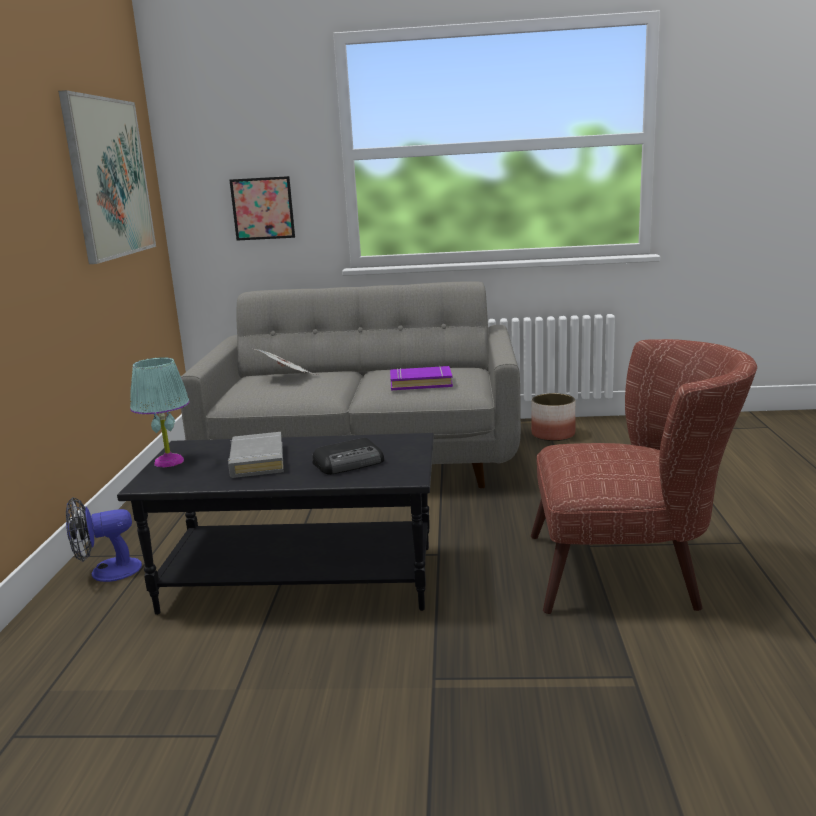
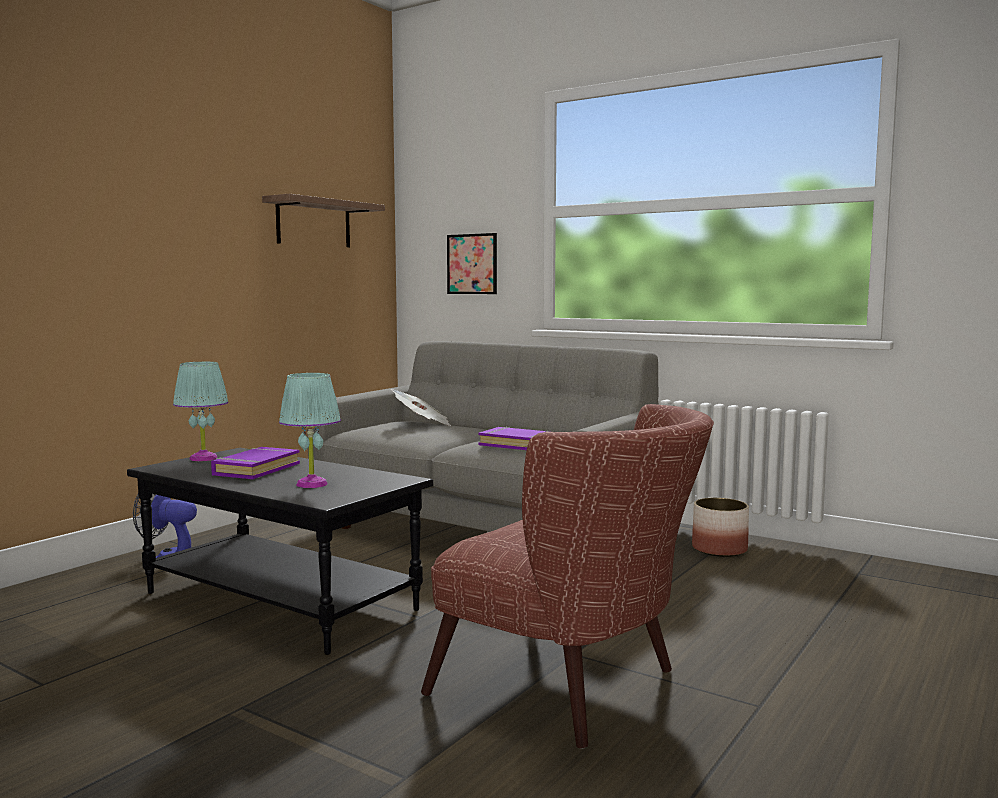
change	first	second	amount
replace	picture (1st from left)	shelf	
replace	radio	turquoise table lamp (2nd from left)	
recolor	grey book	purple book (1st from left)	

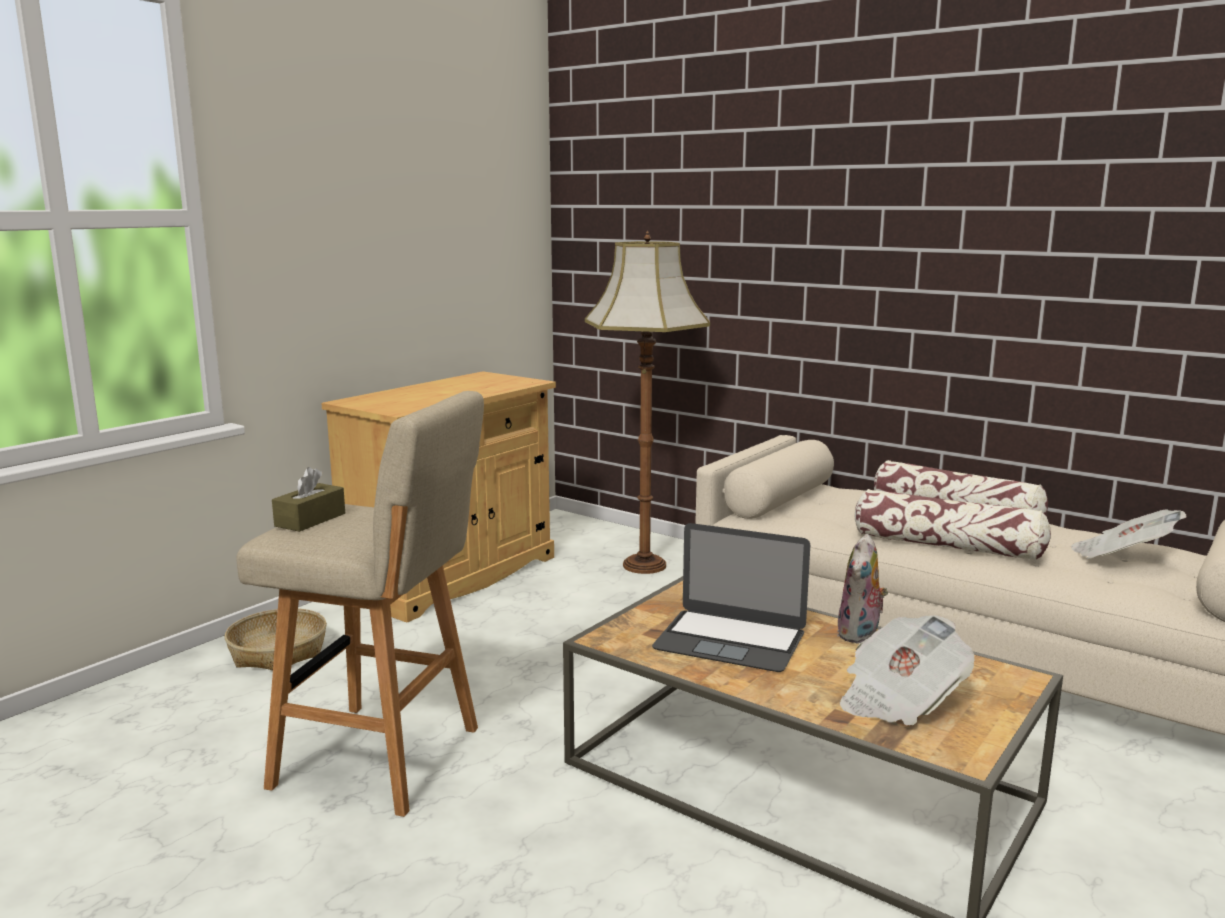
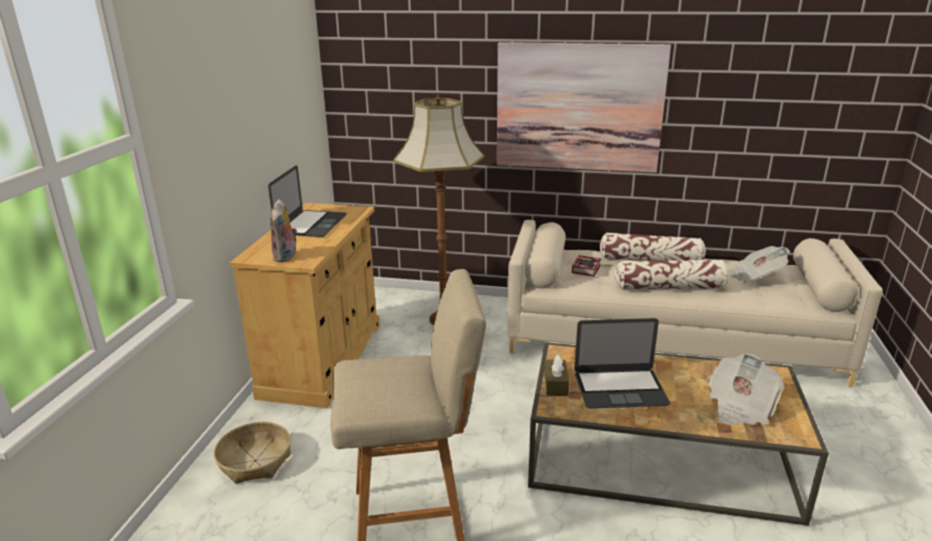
change	first	second	amount
insert		laptop (1st from left)	
insert		picture	
insert		book	
move	brown tissue box		
move	plush toy		

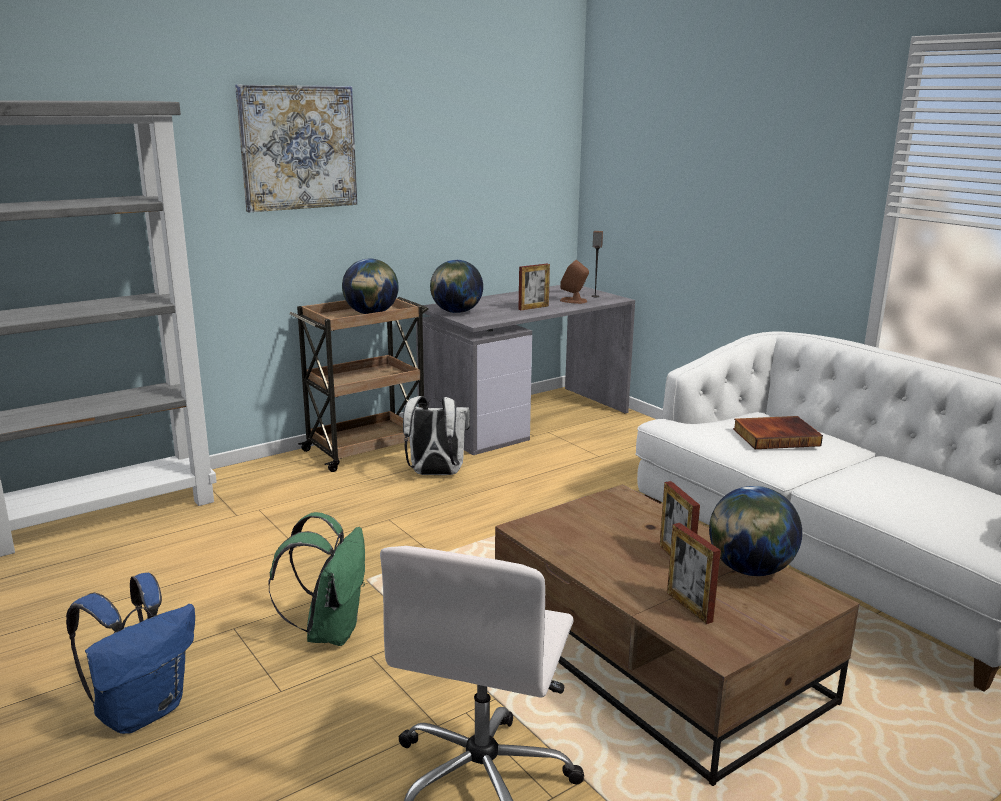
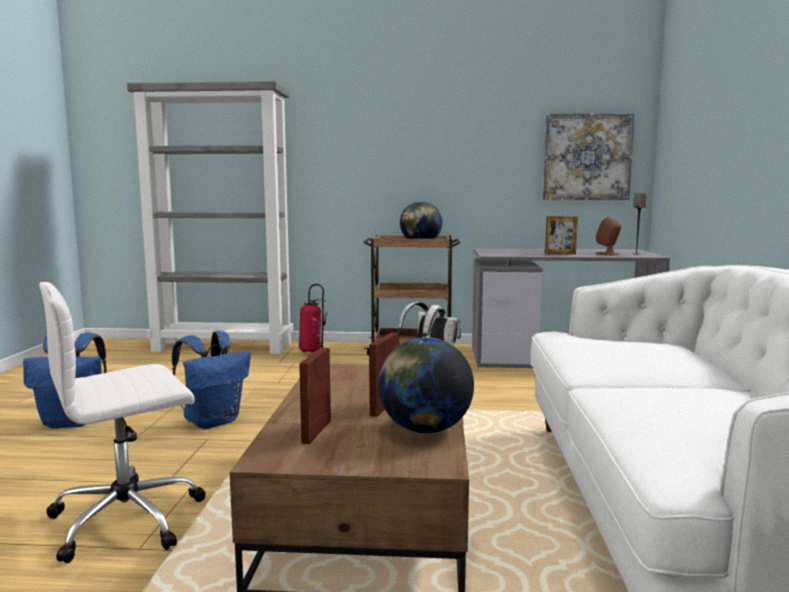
change	first	second	amount
delete	globe (2nd from left)		
delete	book		
insert		fire extinguisher	
move	picture		
recolor	green backpack	blue backpack (2nd from left)	

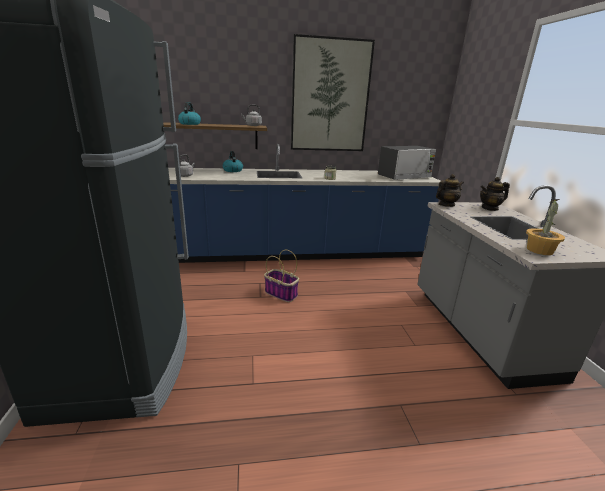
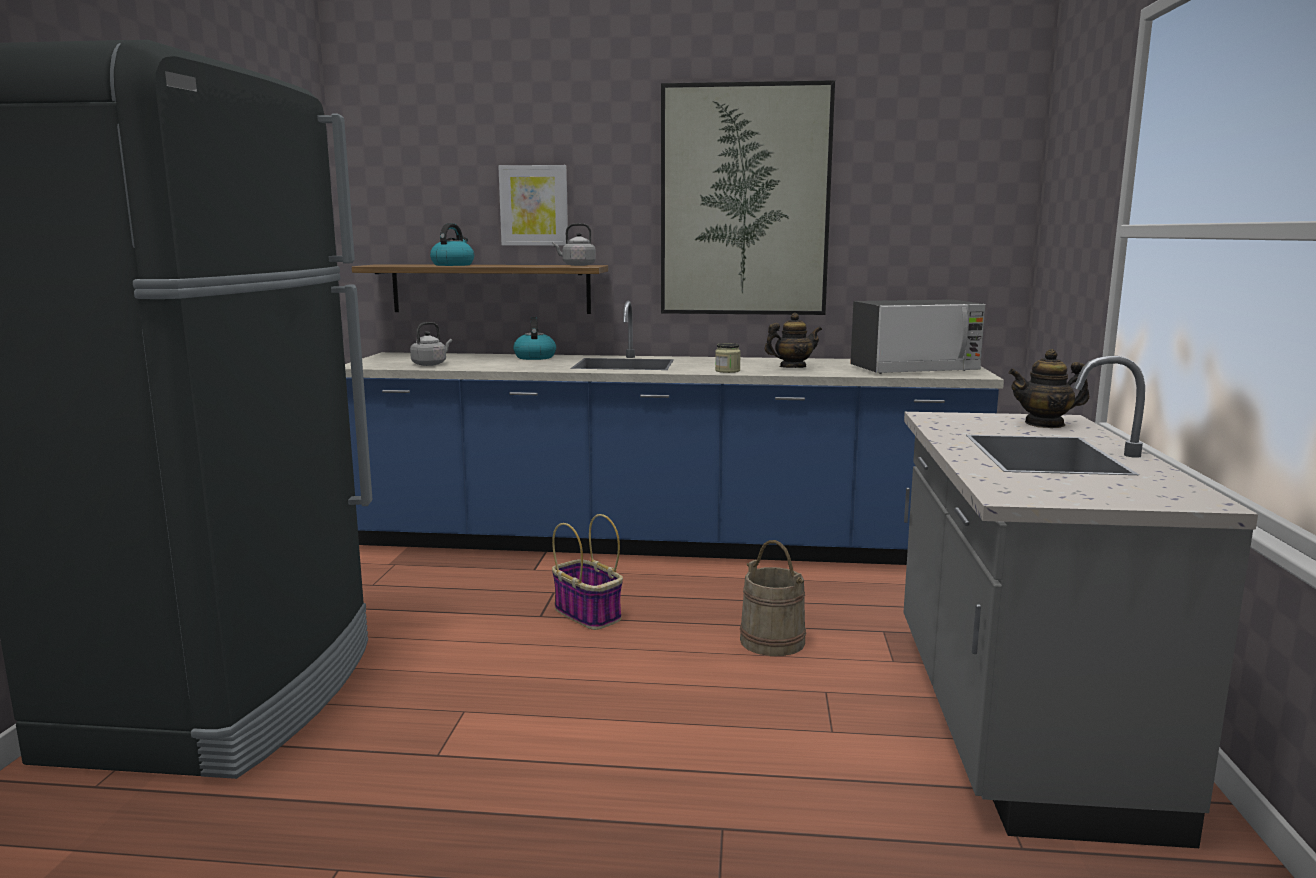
change	first	second	amount
delete	potted plant		
insert		picture (1st from left)	
insert		beige bucket	
move	teapot (1st from left)		

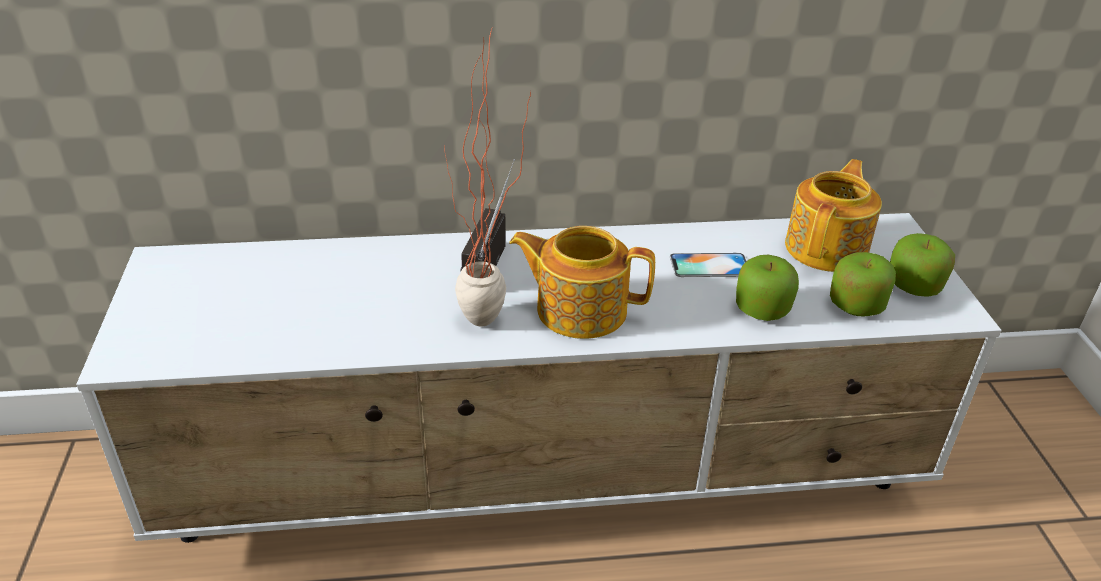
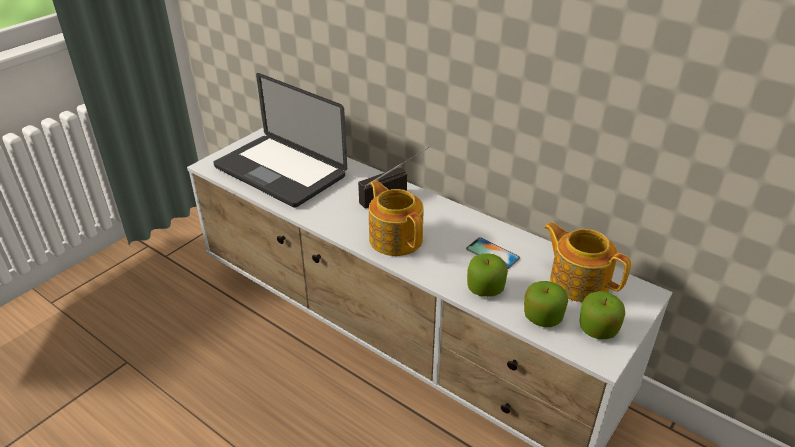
change	first	second	amount
delete	potted plant		
insert		laptop	
rotate	teapot (2nd from left)		120 degrees counterclockwise

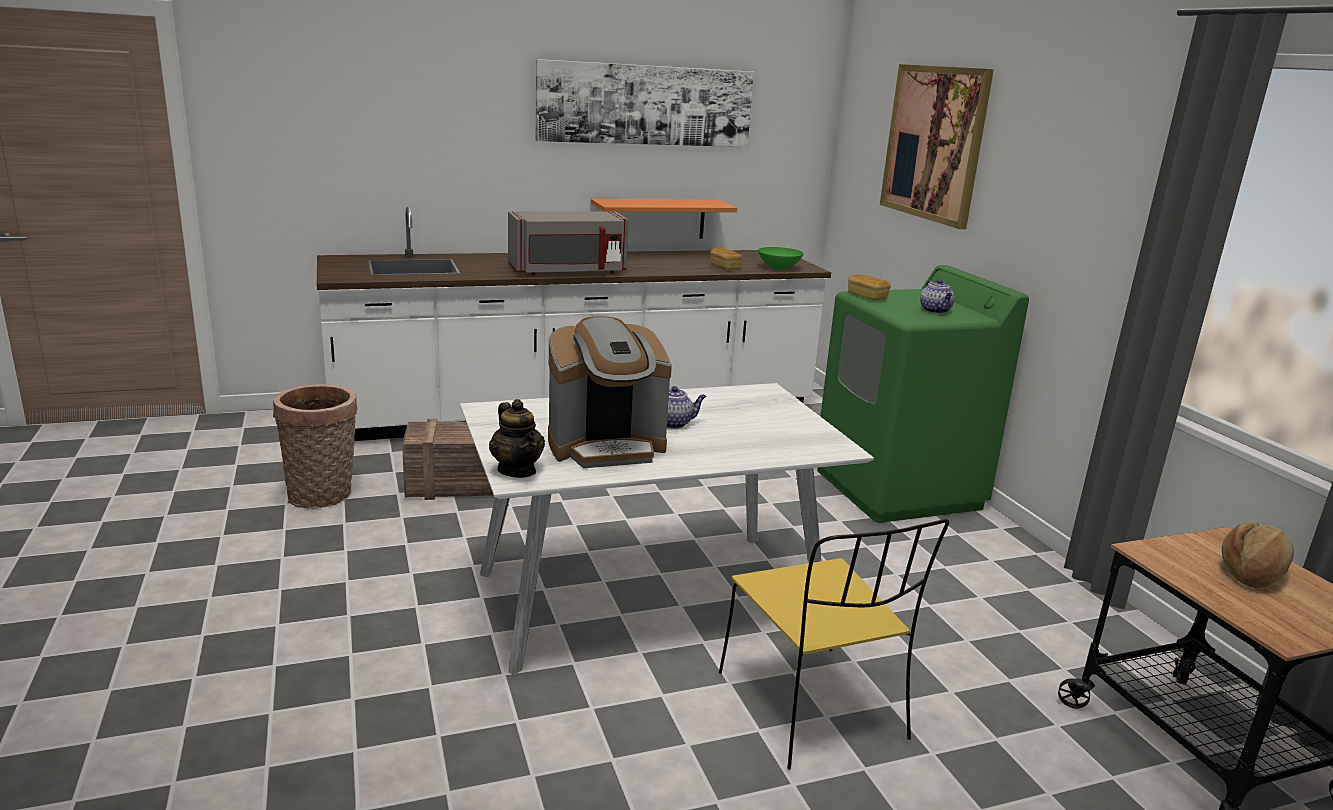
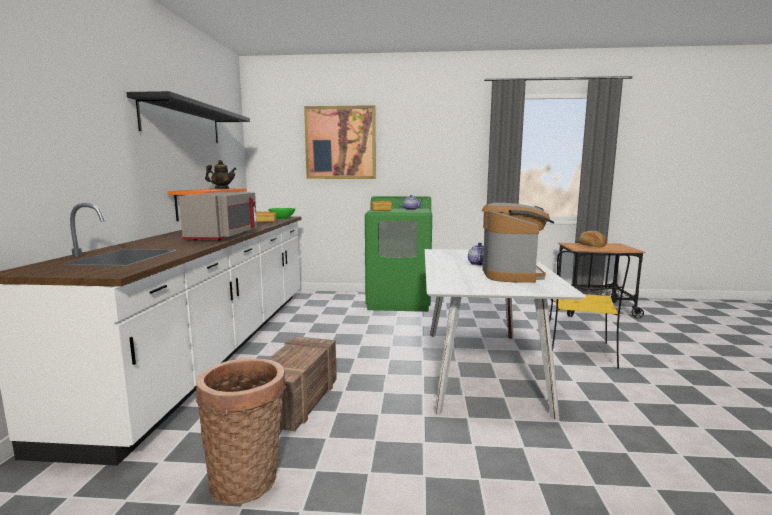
change	first	second	amount
move	teapot (1st from left)		
replace	picture (1st from left)	black shelf	
rotate	yellow chair		105 degrees clockwise

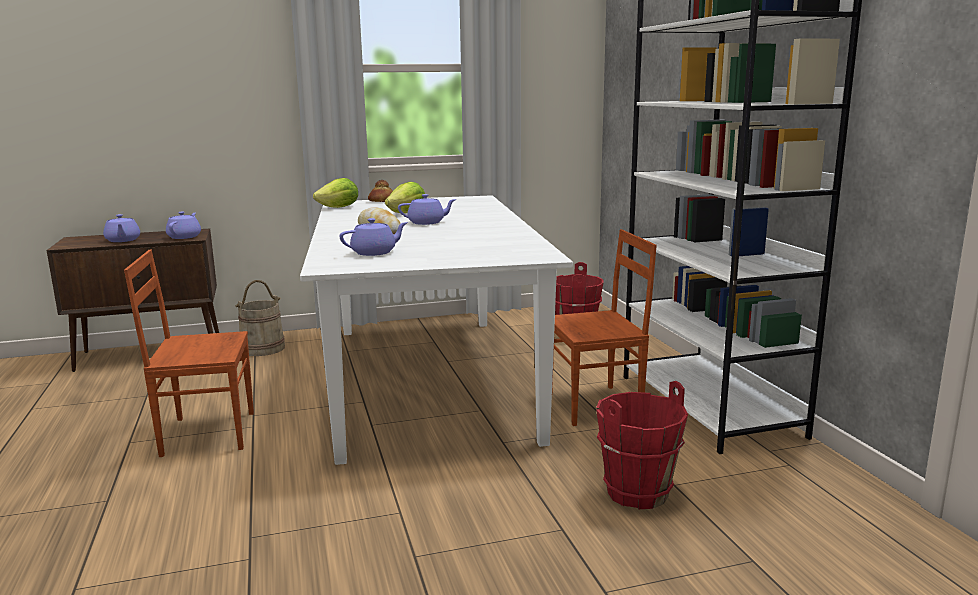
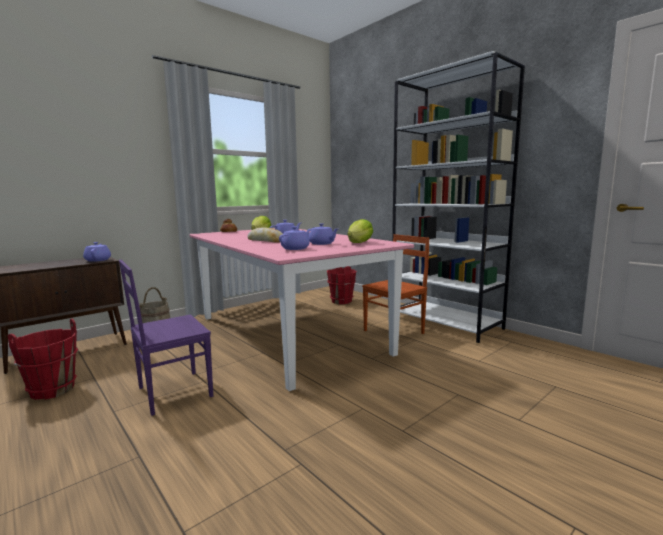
change	first	second	amount
move	purple teapot (1st from left in the first image)	purple teapot (4th from left)	
move	lettuce (1st from left in the first image)	lettuce (2nd from left)	
move	red bucket (2nd from left in the first image)	red bucket (1st from left)	
recolor	brown chair (1st from left)	purple chair	
recolor	white dining table	pink dining table	

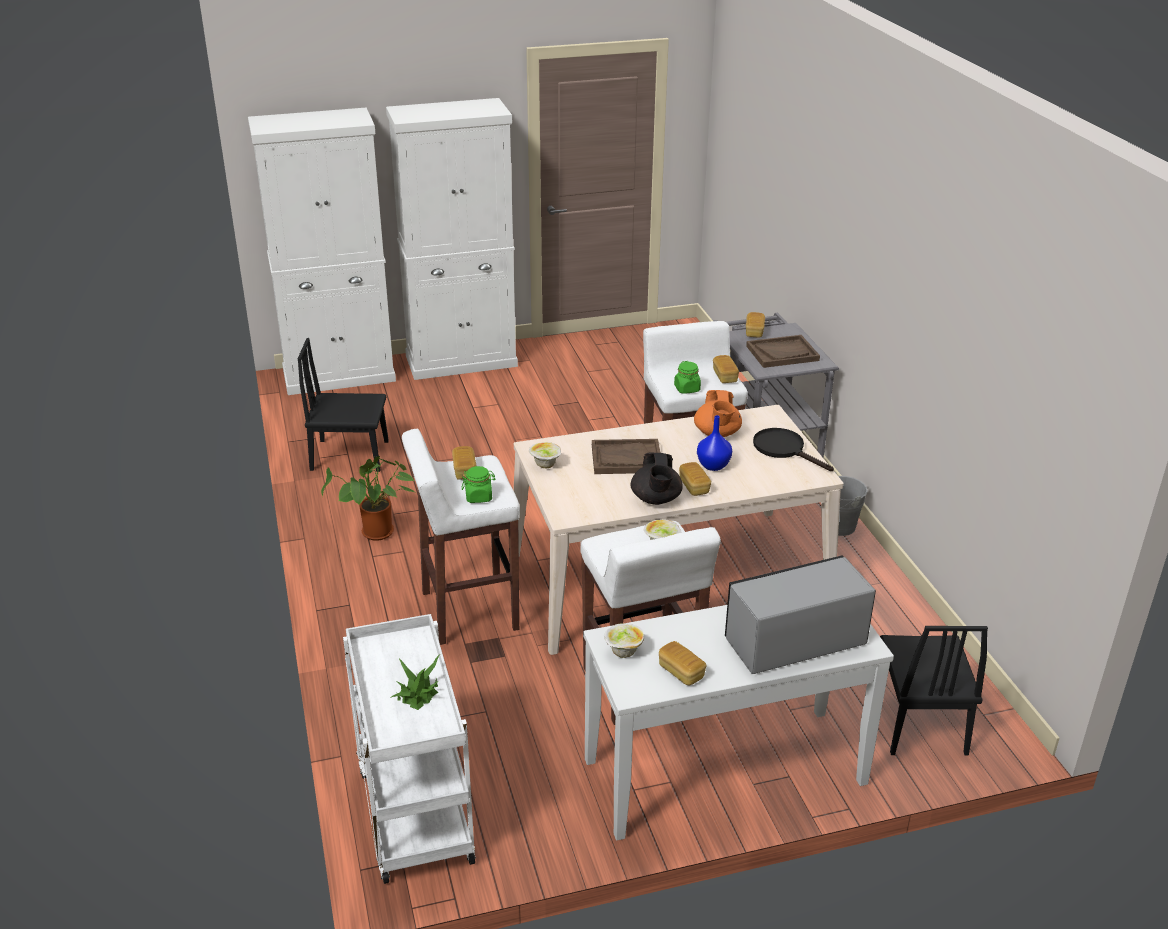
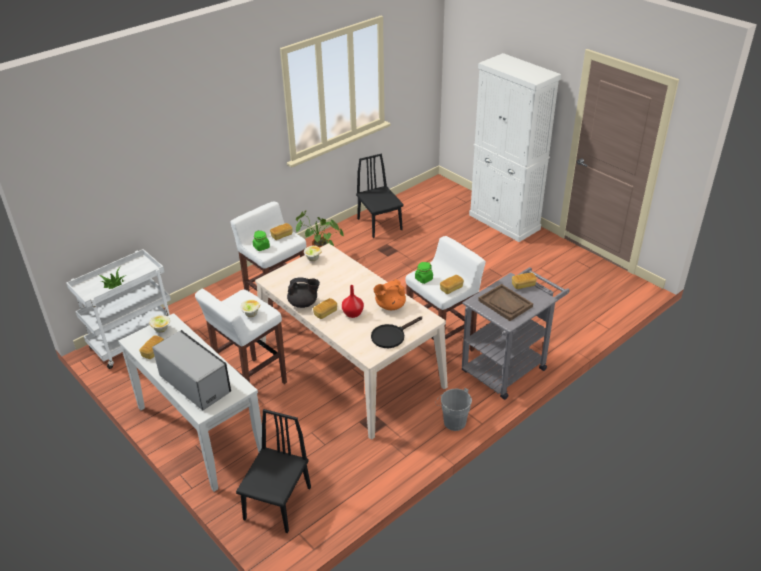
change	first	second	amount
delete	white cabinet (1st from left)		
delete	brown tray (1st from left)		
recolor	blue vase	red vase	
rotate	black teapot		150 degrees counterclockwise
rotate	black frying pan		150 degrees counterclockwise
rotate	black chair (2nd from left in the first image)	black chair (1st from left)	135 degrees clockwise

